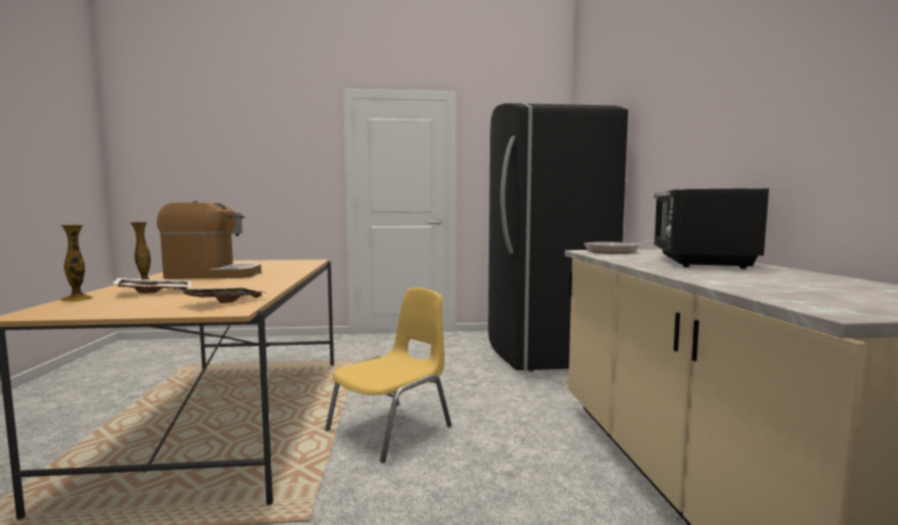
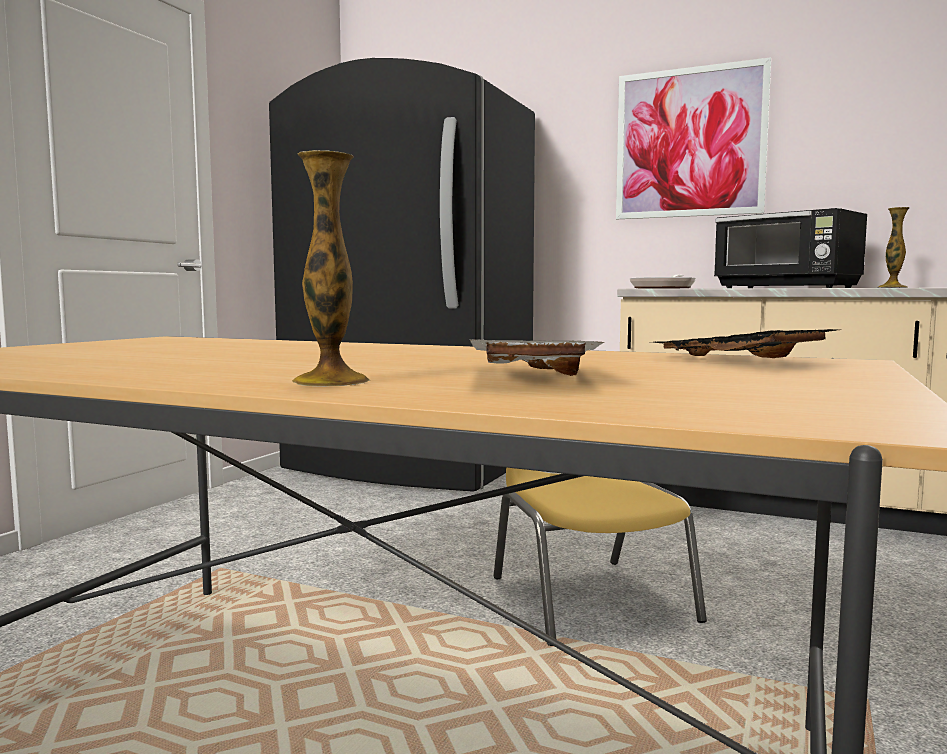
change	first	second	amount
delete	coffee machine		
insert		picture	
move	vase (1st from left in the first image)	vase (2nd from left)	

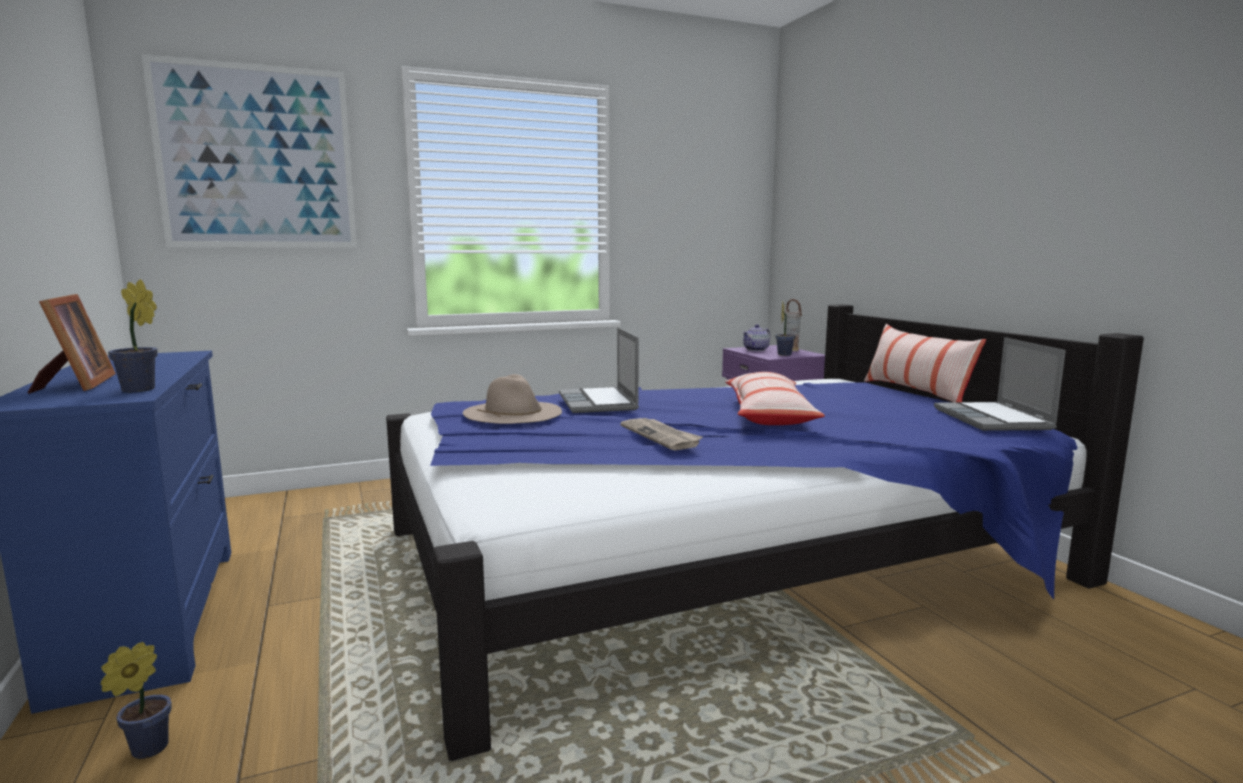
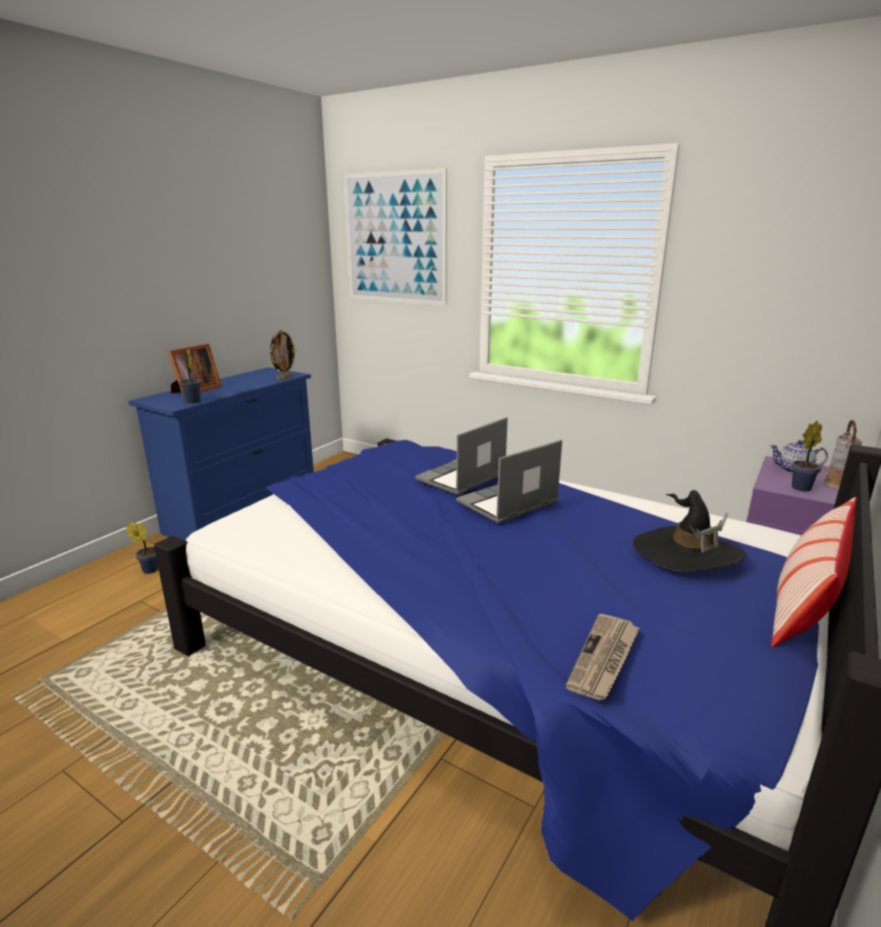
change	first	second	amount
delete	beige hat		
delete	pillow (1st from left)		
insert		picture frame (2nd from left)	
insert		black hat	
move	newspaper		
move	laptop (2nd from left)		

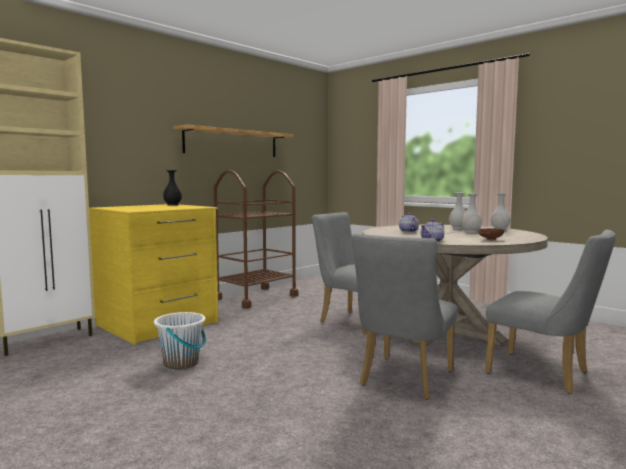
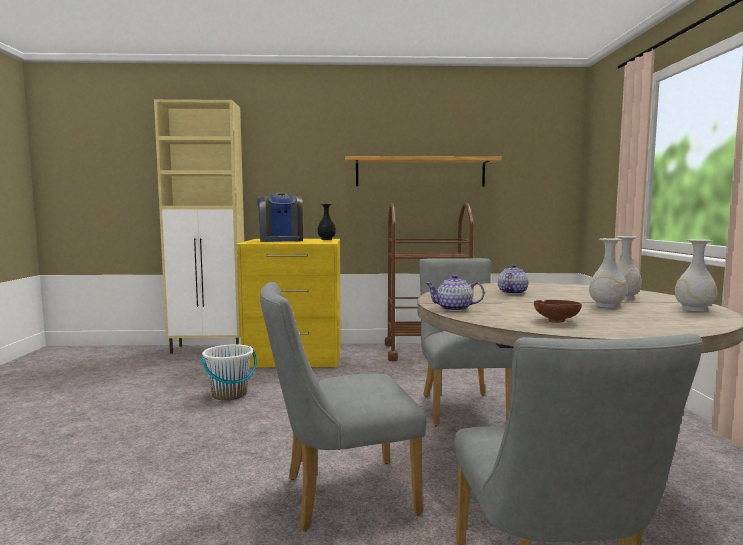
change	first	second	amount
insert		coffee machine	

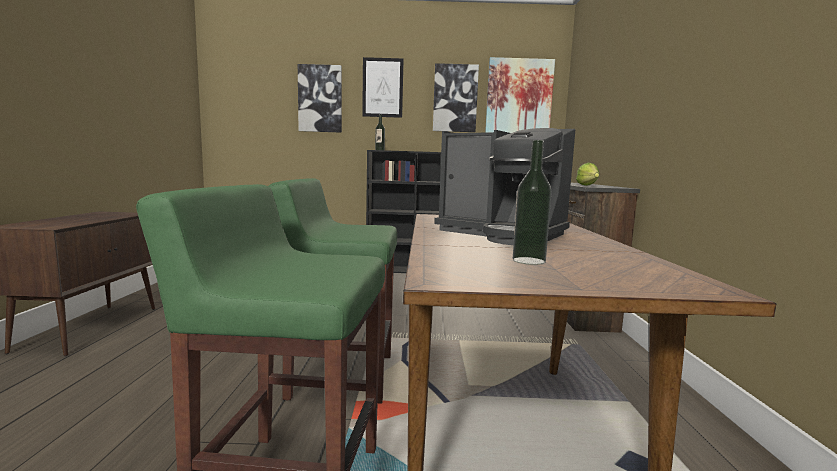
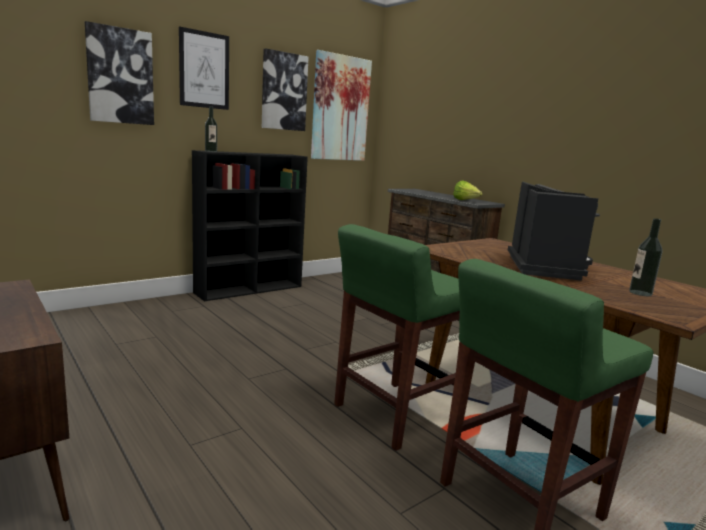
change	first	second	amount
rotate	coffee machine		75 degrees counterclockwise

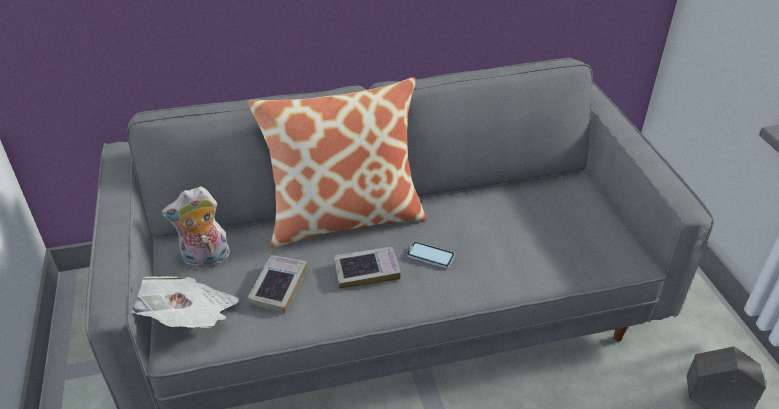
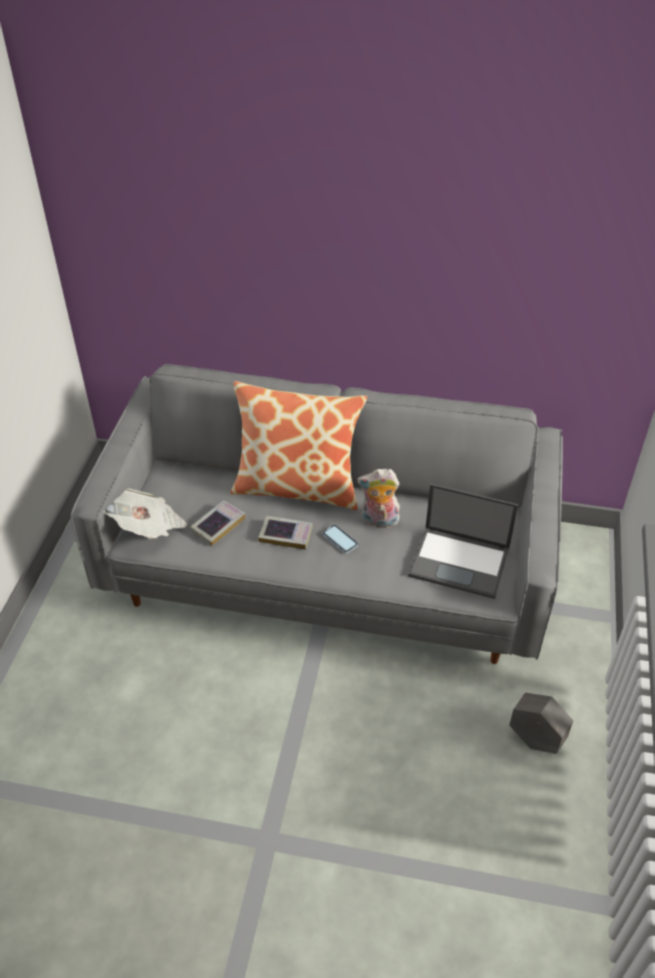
change	first	second	amount
insert		laptop	
move	plush toy		

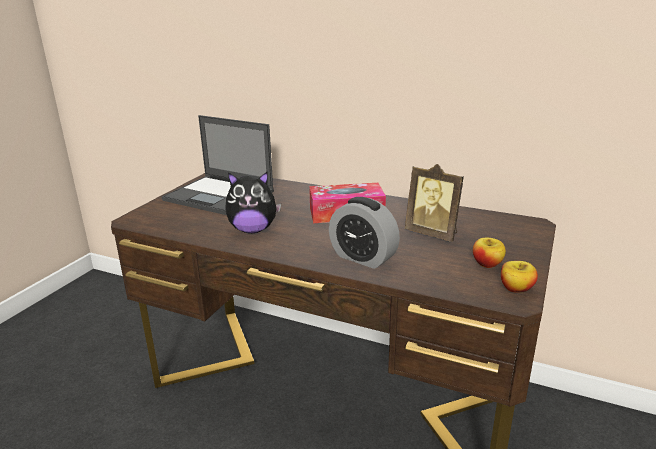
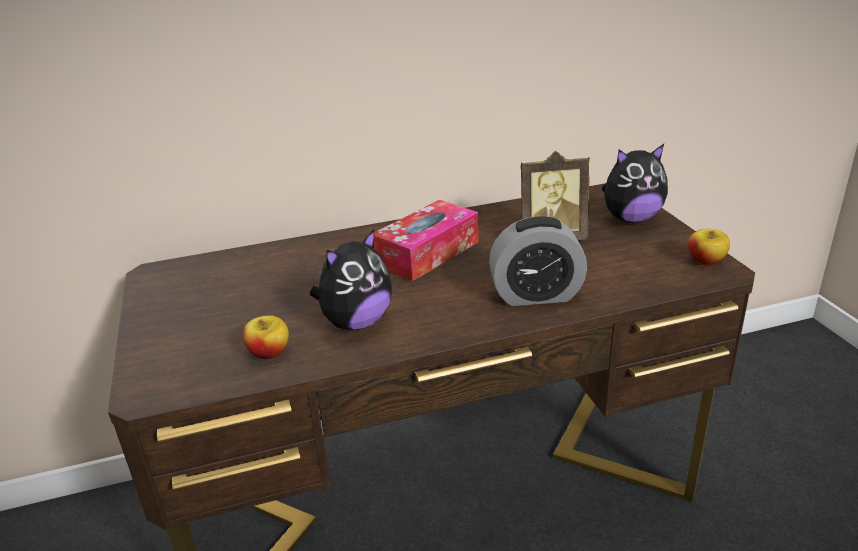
change	first	second	amount
delete	laptop		
insert		plush toy (2nd from left)	
move	apple (1st from left)		

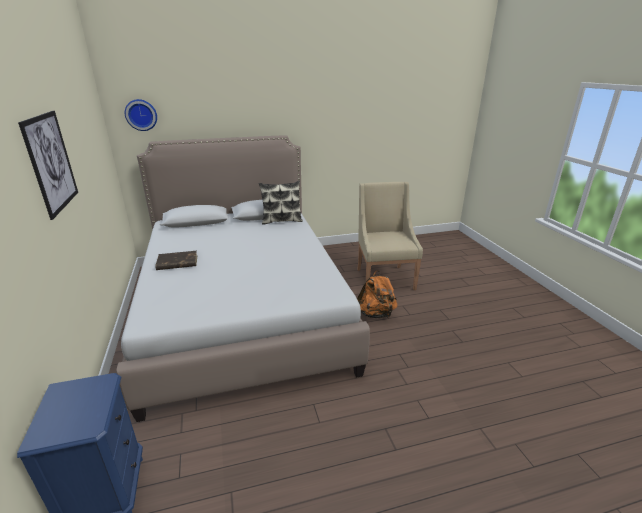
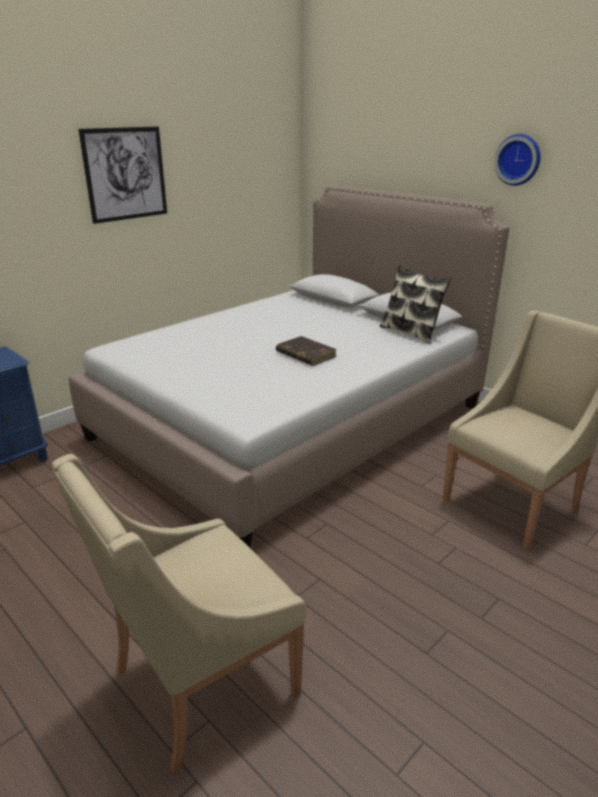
change	first	second	amount
delete	orange backpack		
insert		beige armchair (1st from left)	
move	wall clock		
move	brown book		

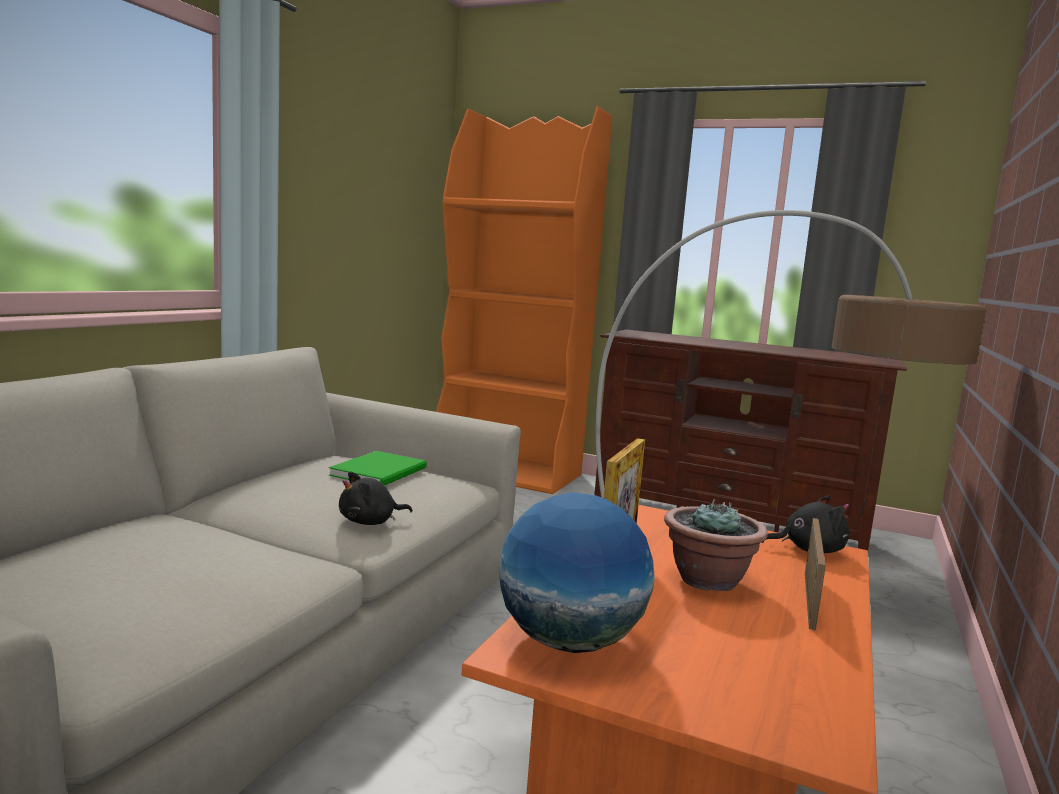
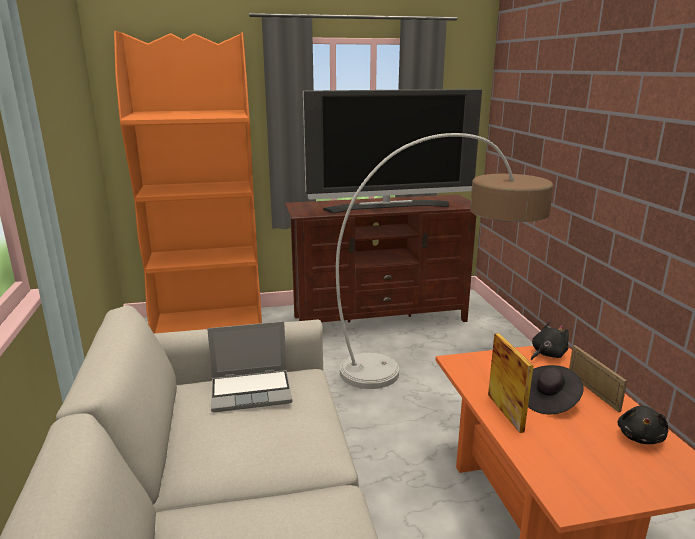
change	first	second	amount
delete	globe		
insert		television	
move	black plush toy (1st from left in the first image)	black plush toy (2nd from left)	
replace	green book	laptop	
replace	potted plant	black hat	

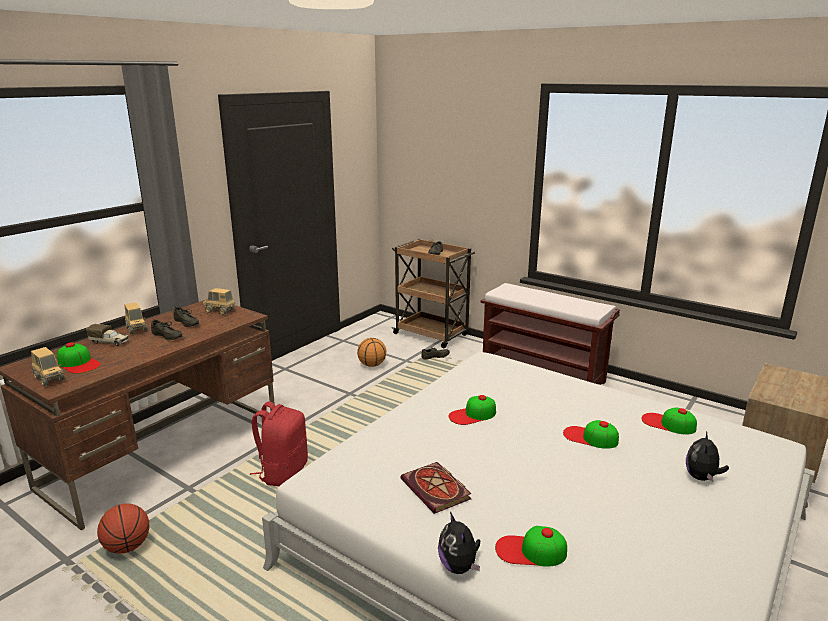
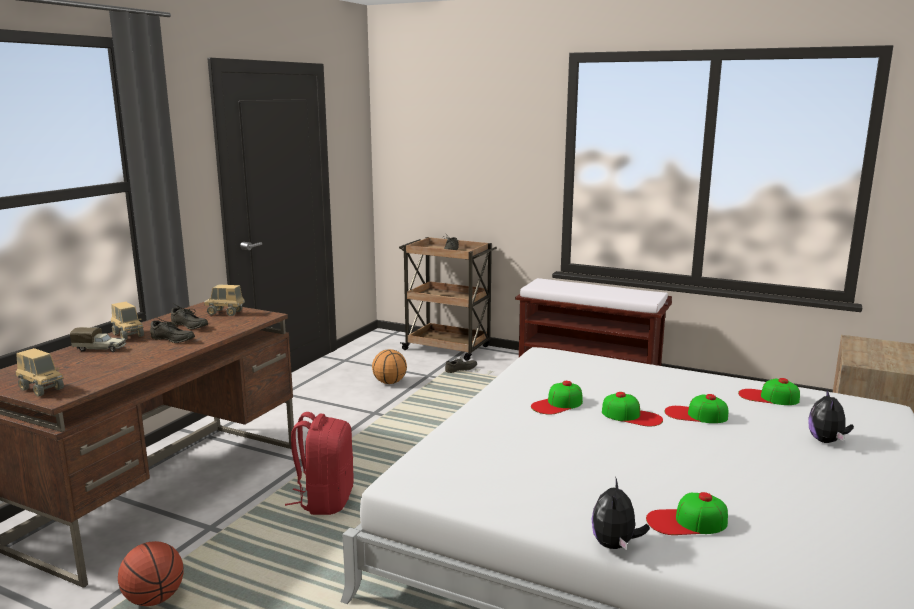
change	first	second	amount
delete	book		
move	cap (1st from left in the first image)	cap (2nd from left)	
rotate	plush toy (1st from left)		45 degrees clockwise

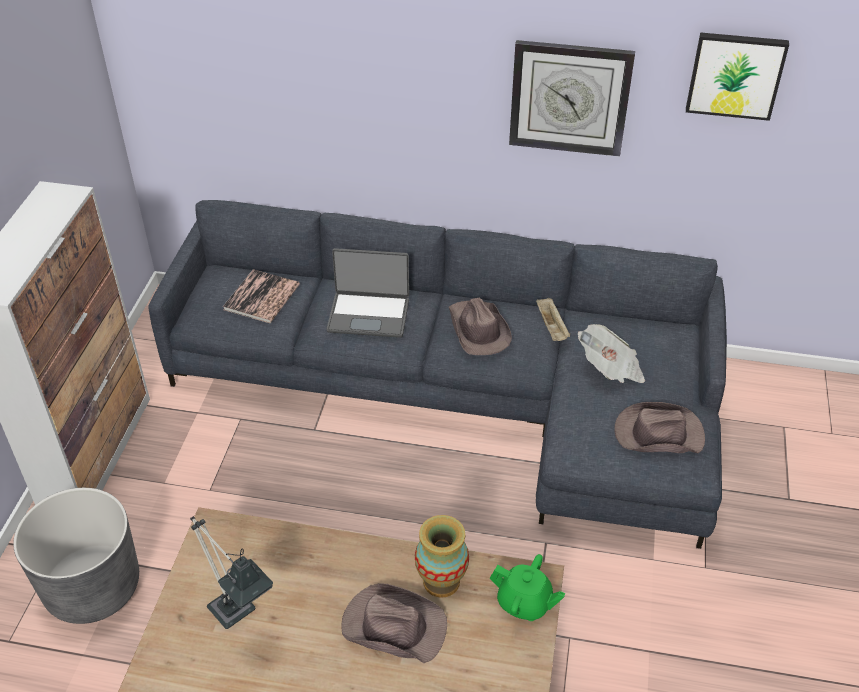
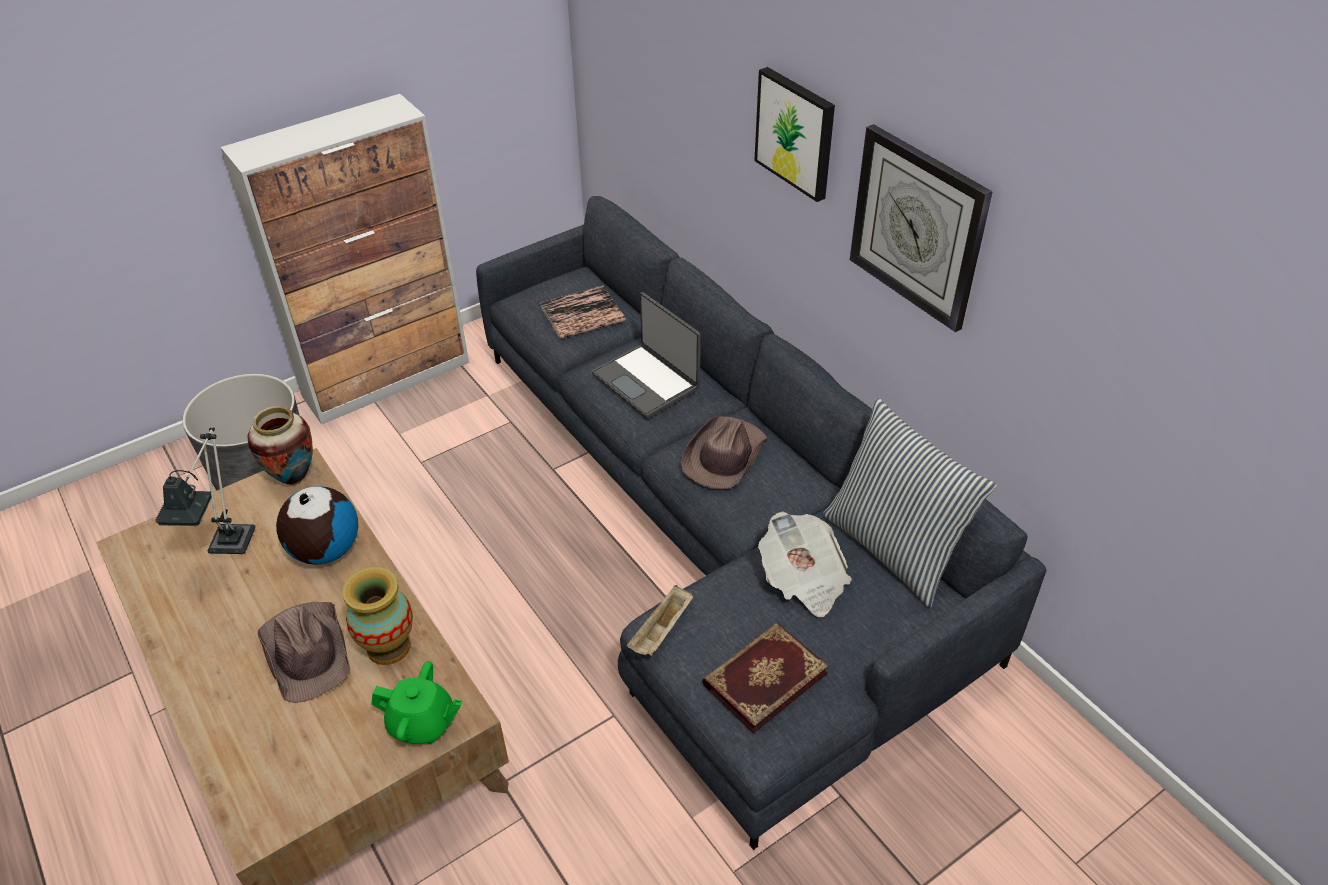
change	first	second	amount
insert		vase (1st from left)	
insert		globe	
insert		pillow	
move	beige tray		
move	picture		
replace	brown hat (3rd from left)	book (2nd from left)	
rotate	green teapot		60 degrees counterclockwise

